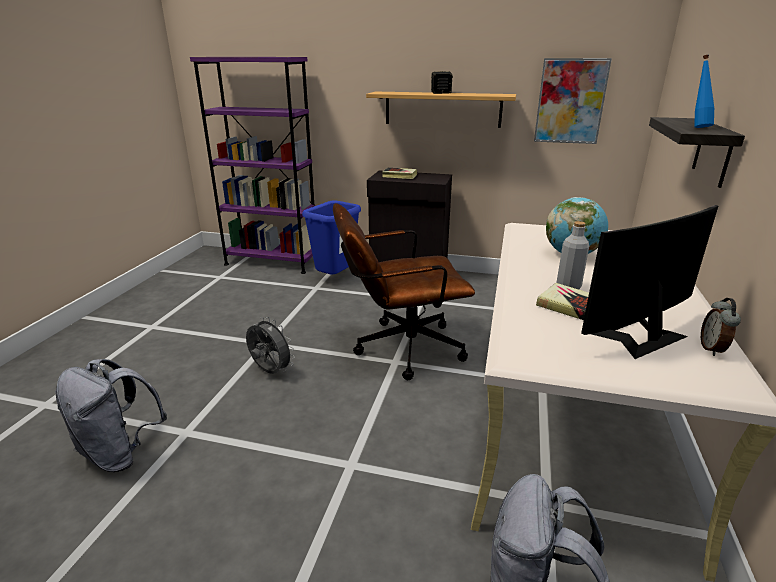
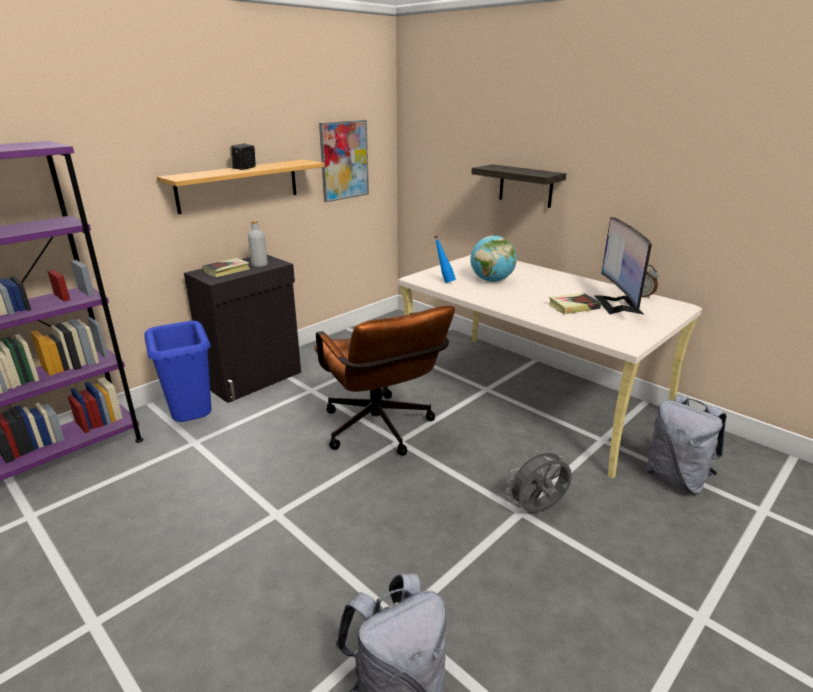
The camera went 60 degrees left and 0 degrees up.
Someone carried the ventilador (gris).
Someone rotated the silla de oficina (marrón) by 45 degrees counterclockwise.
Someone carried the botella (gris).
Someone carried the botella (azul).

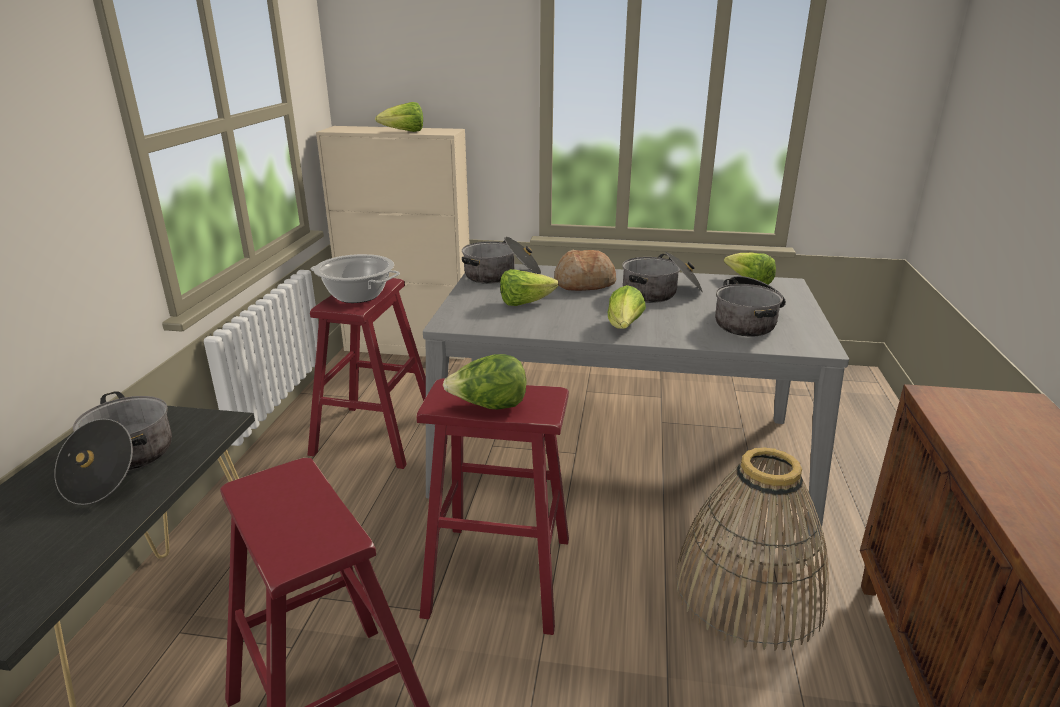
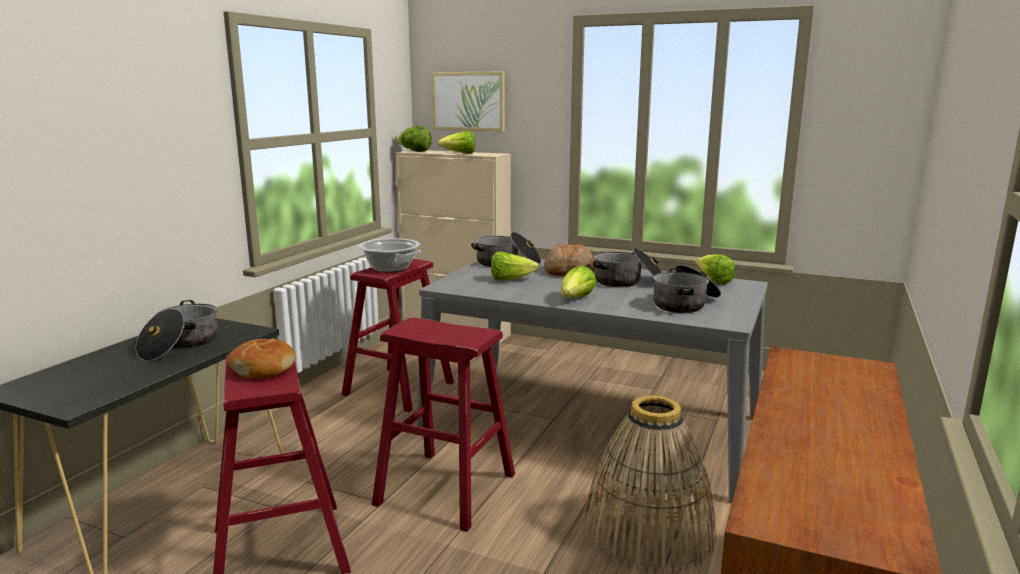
The camera went 15 degrees right and 10 degrees down.
Someone carried the lechuga (no. 2 from left in the first image).
Someone put down the pan (no. 1 from left).
Someone put up the cuadro.

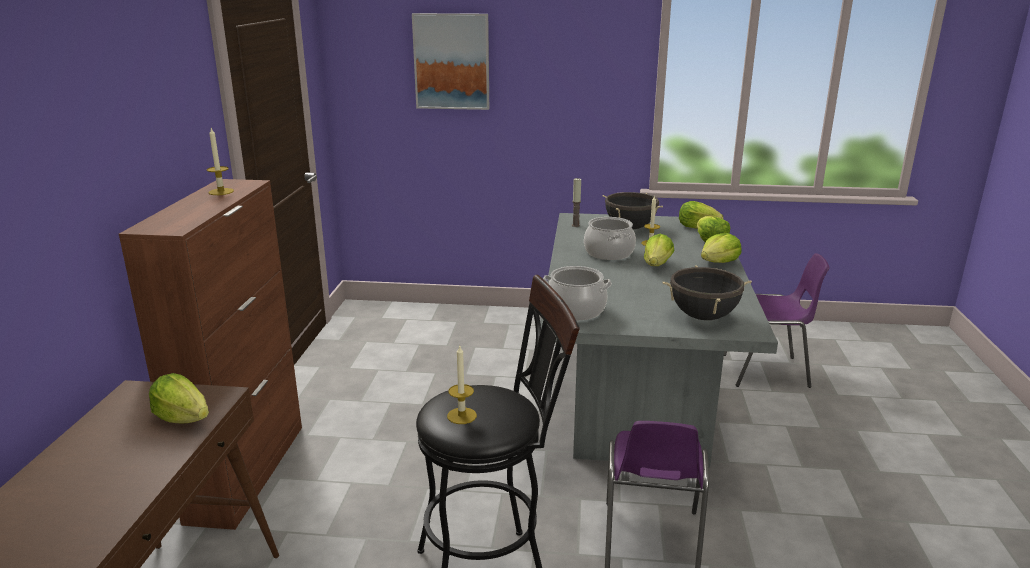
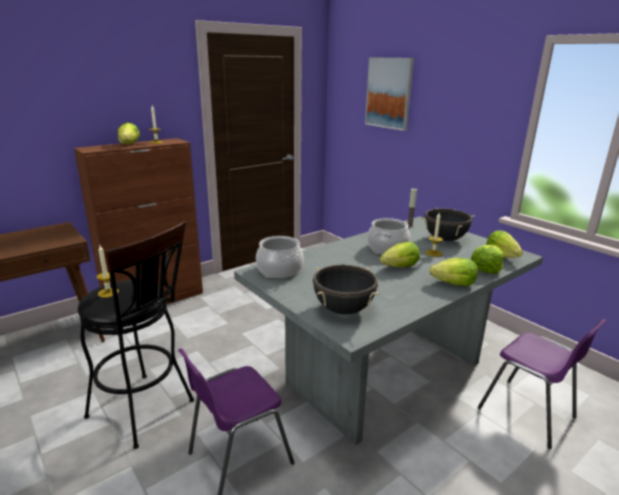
The camera went 45 degrees right and 0 degrees up.
Someone carried the lechuga (no. 1 from left).

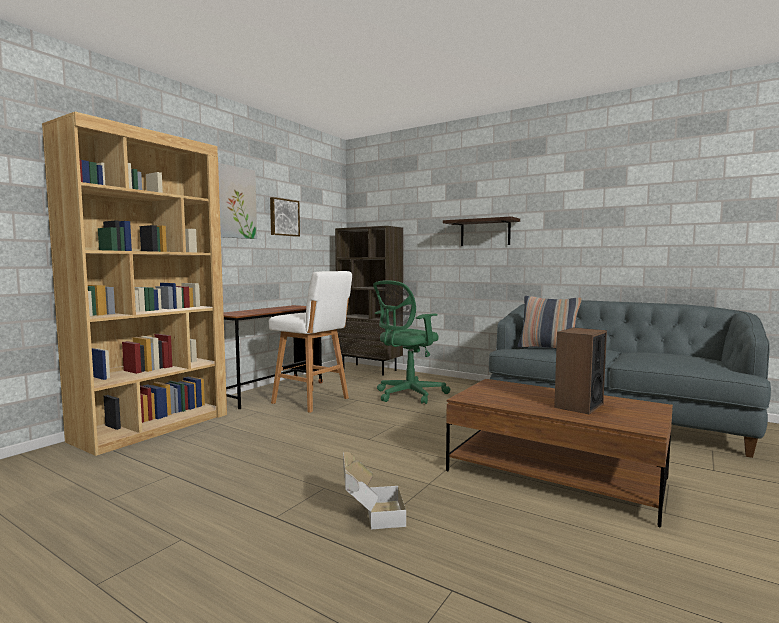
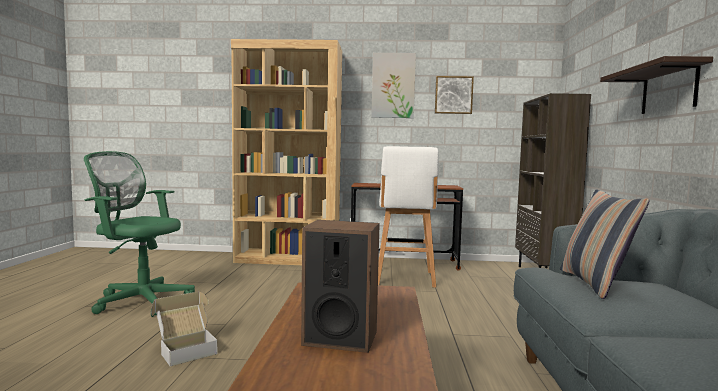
The camera went 60 degrees right and 0 degrees up.
Someone carried the silla de oficina (verde).

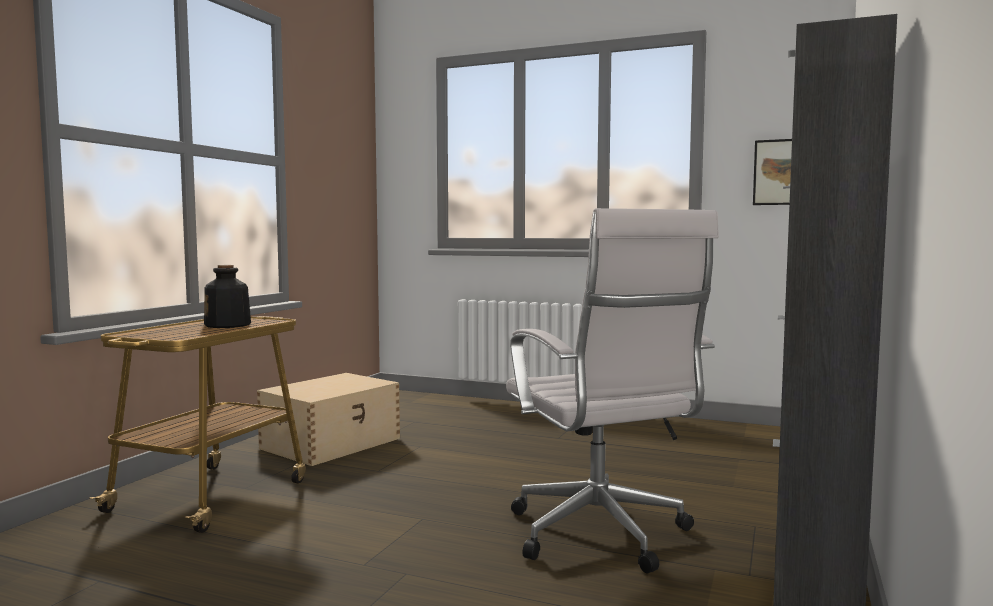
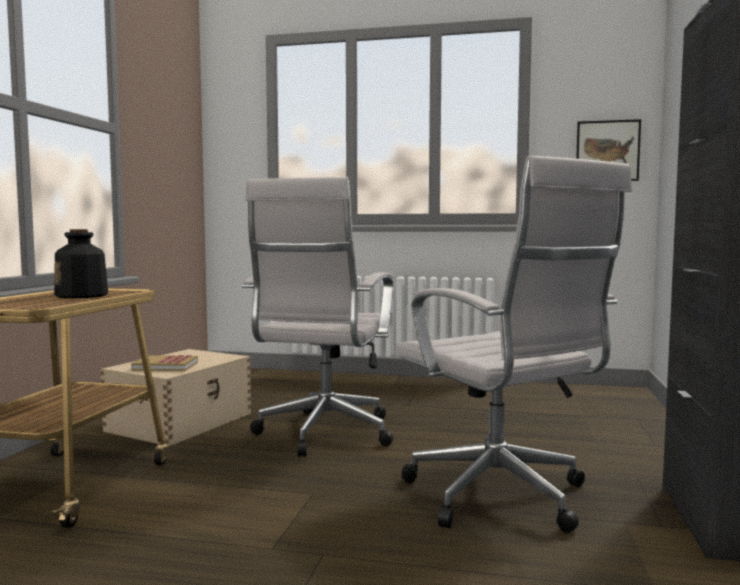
The camera went 10 degrees left and 0 degrees up.
Someone put down the libro.
Someone put down the silla de oficina (blanco) (no. 1 from left).

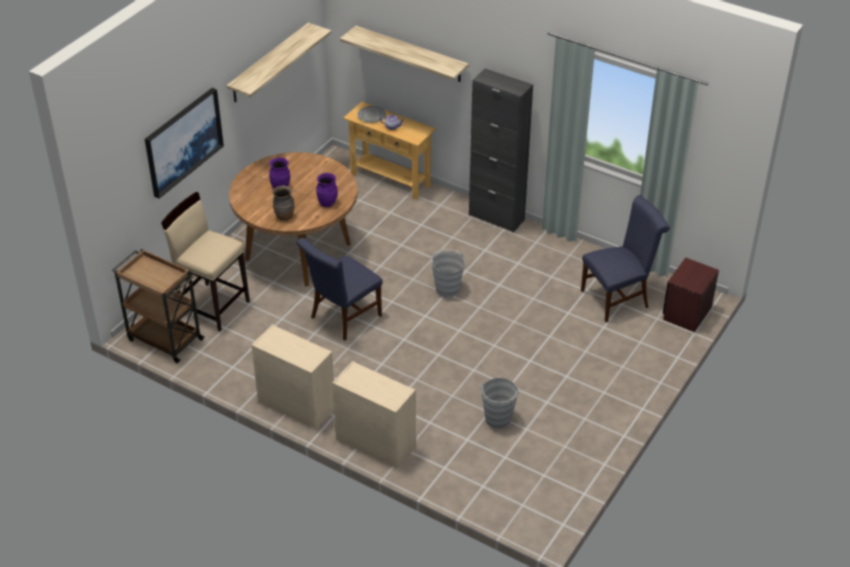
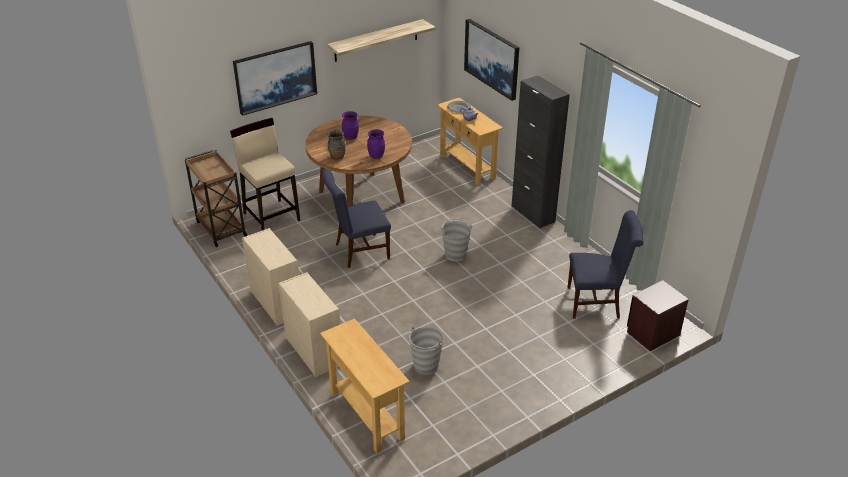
The camera went 25 degrees right and 5 degrees down.
Someone swapped the estante (no. 2 from left) for the cuadro (no. 2 from left).
Someone put down the mesa consola (beis) (no. 1 from left).

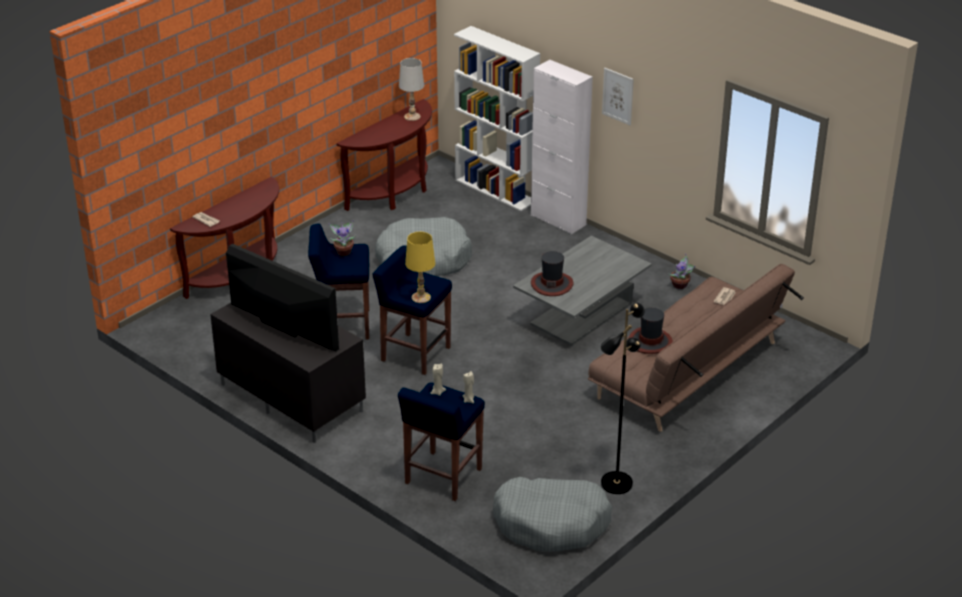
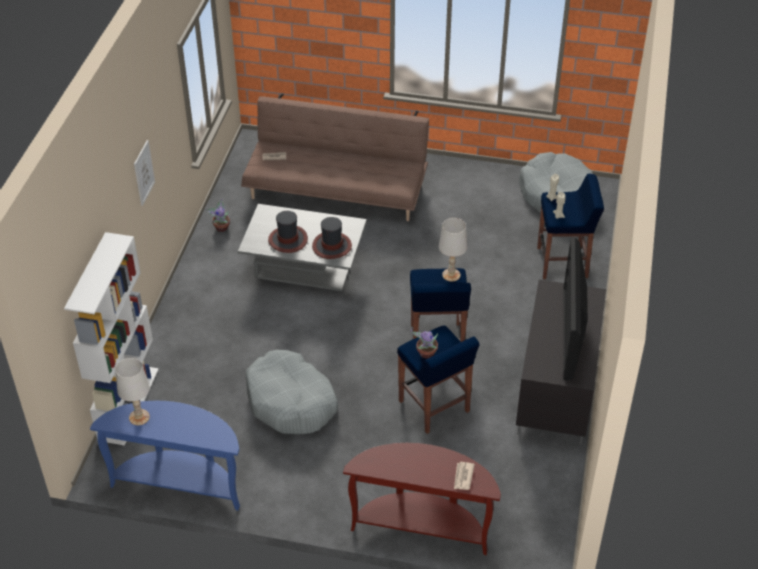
The camera went 120 degrees left and 10 degrees up.
Someone repainted the mesa consola (marrón) (no. 2 from left), which became the mesa consola (azul).
Someone repainted the lámpara de mesa (amarillo), which became the lámpara de mesa (blanco) (no. 2 from left).
Someone took away the armario (blanco).
Someone took away the lámpara de pie (negro).
Someone carried the sombrero (no. 2 from left in the first image).

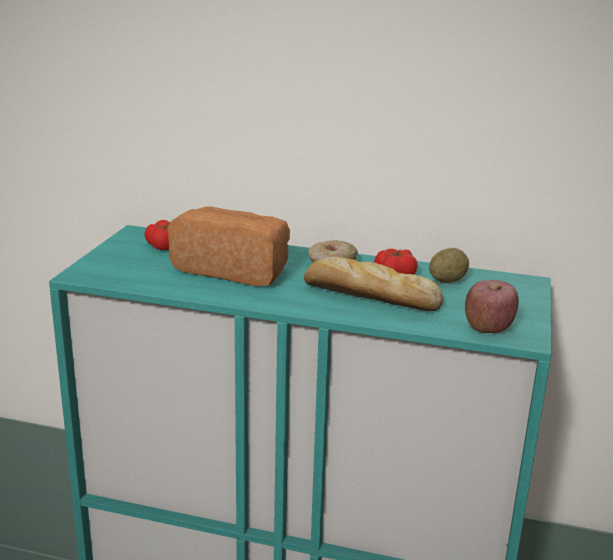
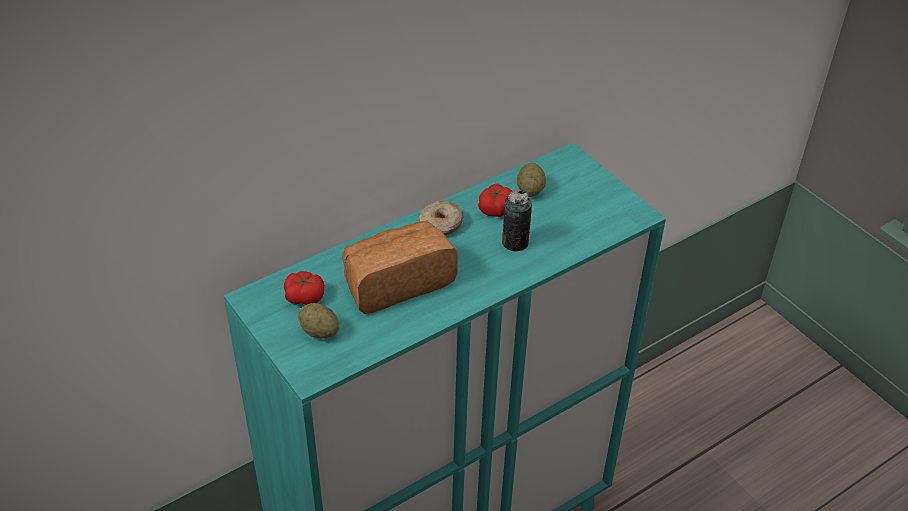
The camera went 50 degrees left and 20 degrees up.
Someone swapped the pan (no. 2 from left) for the lata.
Someone took away the manzana.
Someone put down the patata (no. 1 from left).

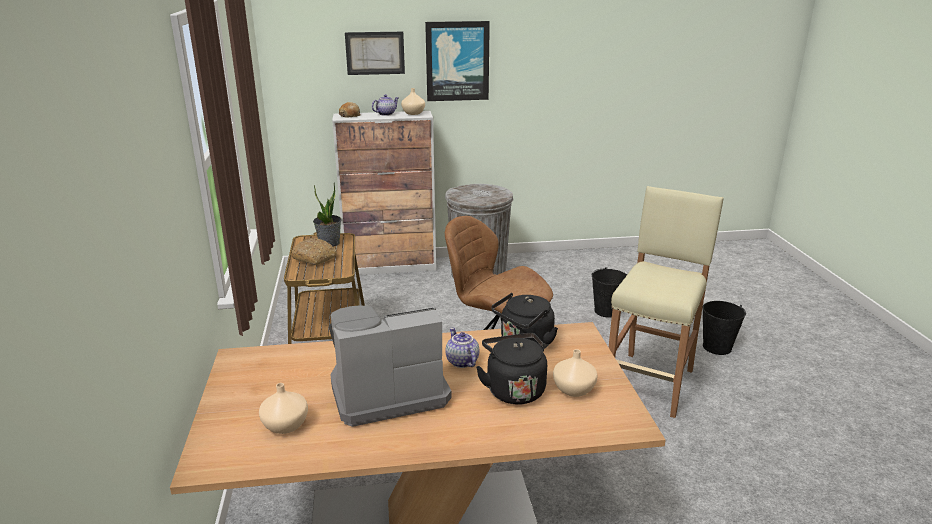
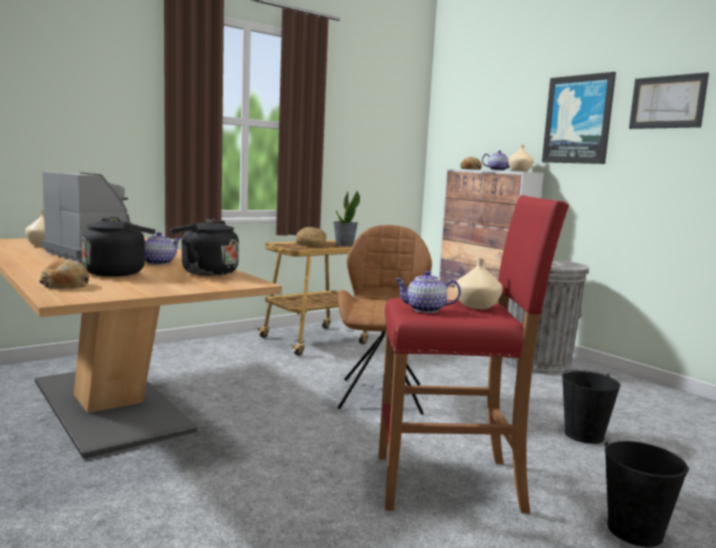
The camera went 60 degrees right and 15 degrees down.
Someone carried the cuadro (no. 1 from left in the first image).
Someone carried the florero (beis) (no. 3 from left in the first image).
Someone repainted the taburete (beis), which became the taburete (rojo).
Someone put down the pan (no. 1 from left).
Someone put down the tetera (no. 2 from left).

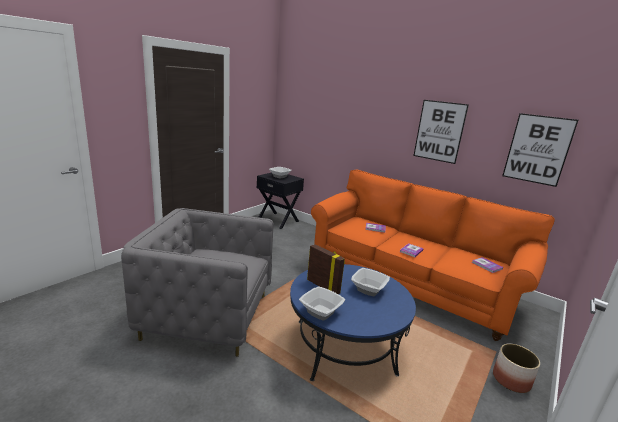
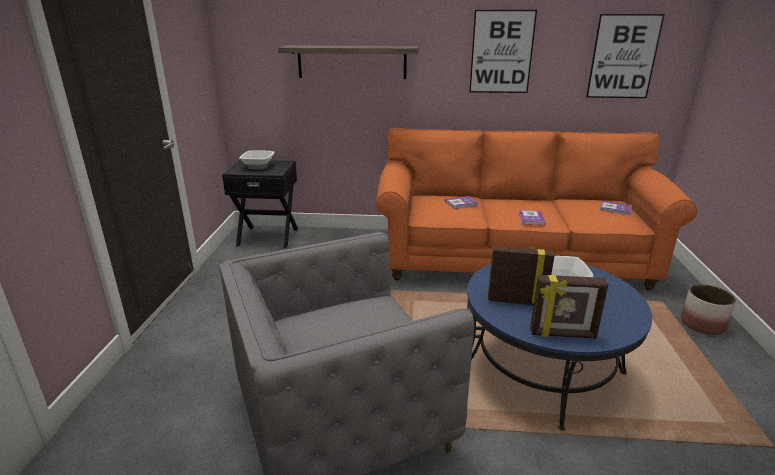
The camera went 30 degrees left and 5 degrees up.
Someone swapped the cuenco (no. 2 from left) for the portarretratos (no. 2 from left).
Someone put up the estante.

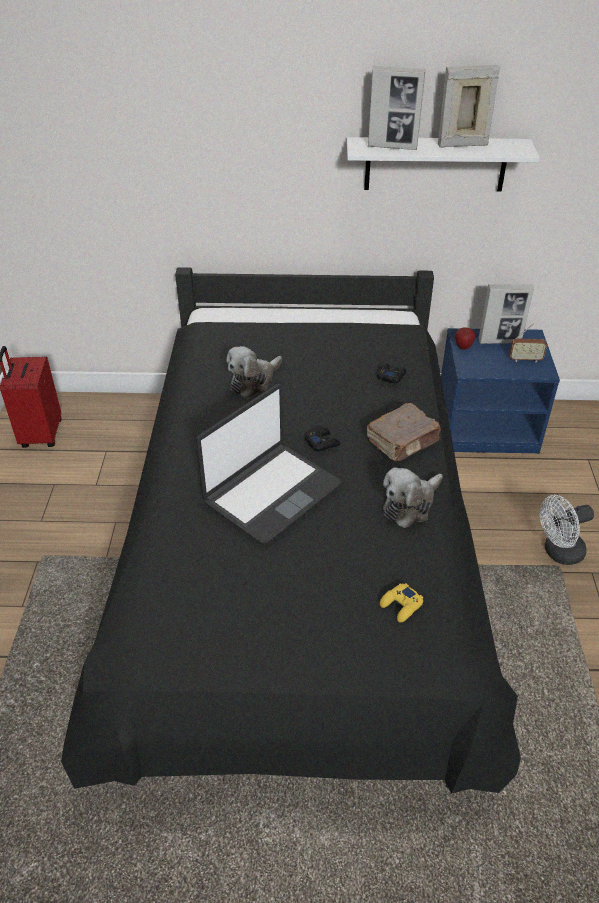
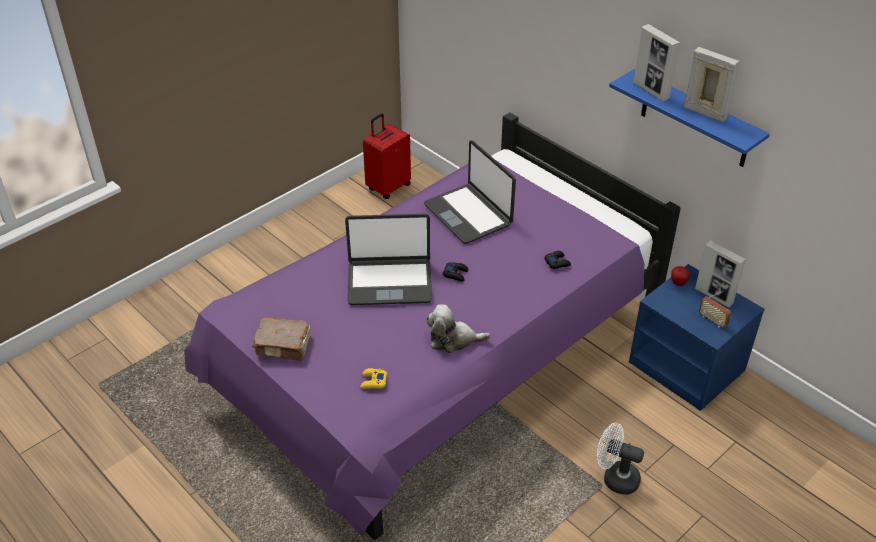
The camera went 45 degrees right and 0 degrees up.
Someone repainted the cama (negro), which became the cama (morado).
Someone swapped the peluche (no. 1 from left) for the portátil (no. 2 from left).
Someone repainted the estante (blanco), which became the estante (azul).
Someone carried the libro (marrón).

